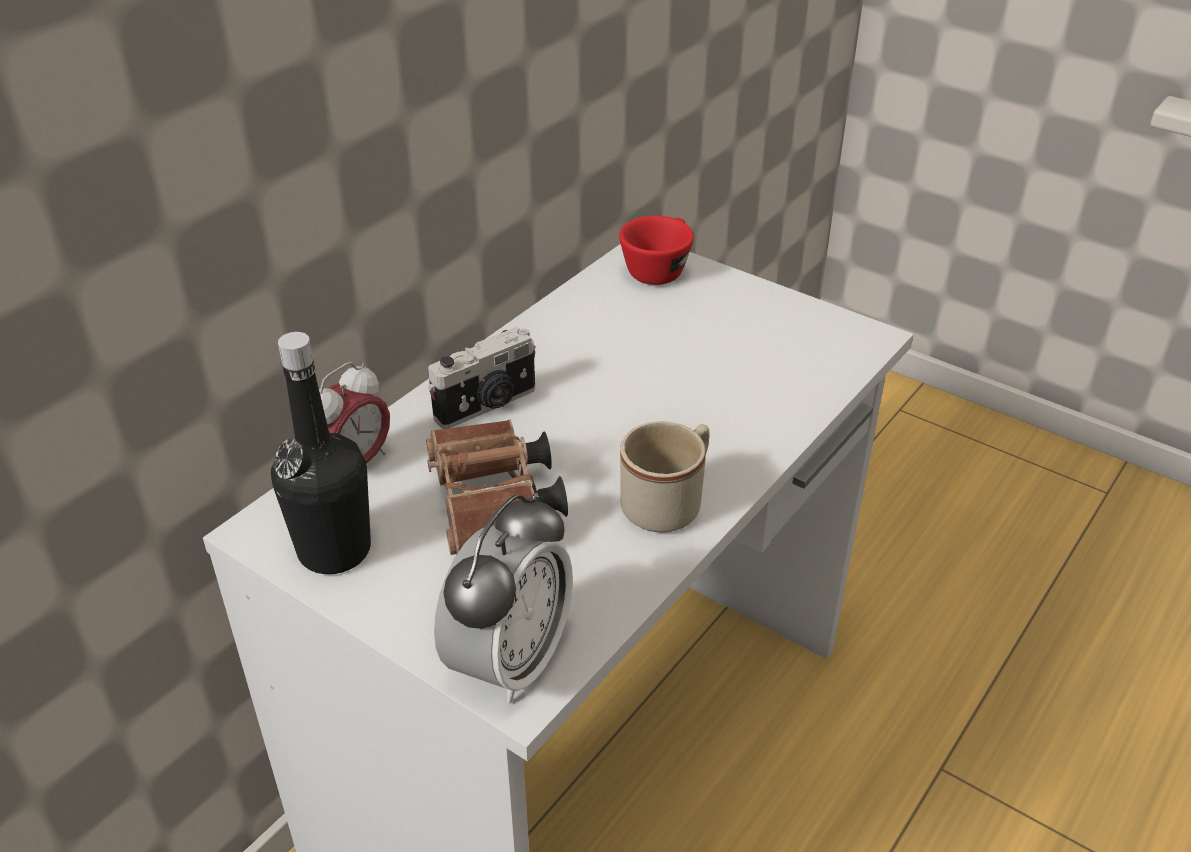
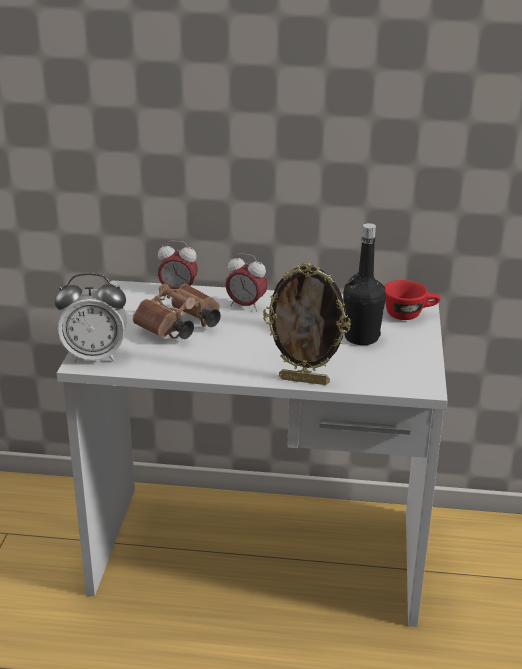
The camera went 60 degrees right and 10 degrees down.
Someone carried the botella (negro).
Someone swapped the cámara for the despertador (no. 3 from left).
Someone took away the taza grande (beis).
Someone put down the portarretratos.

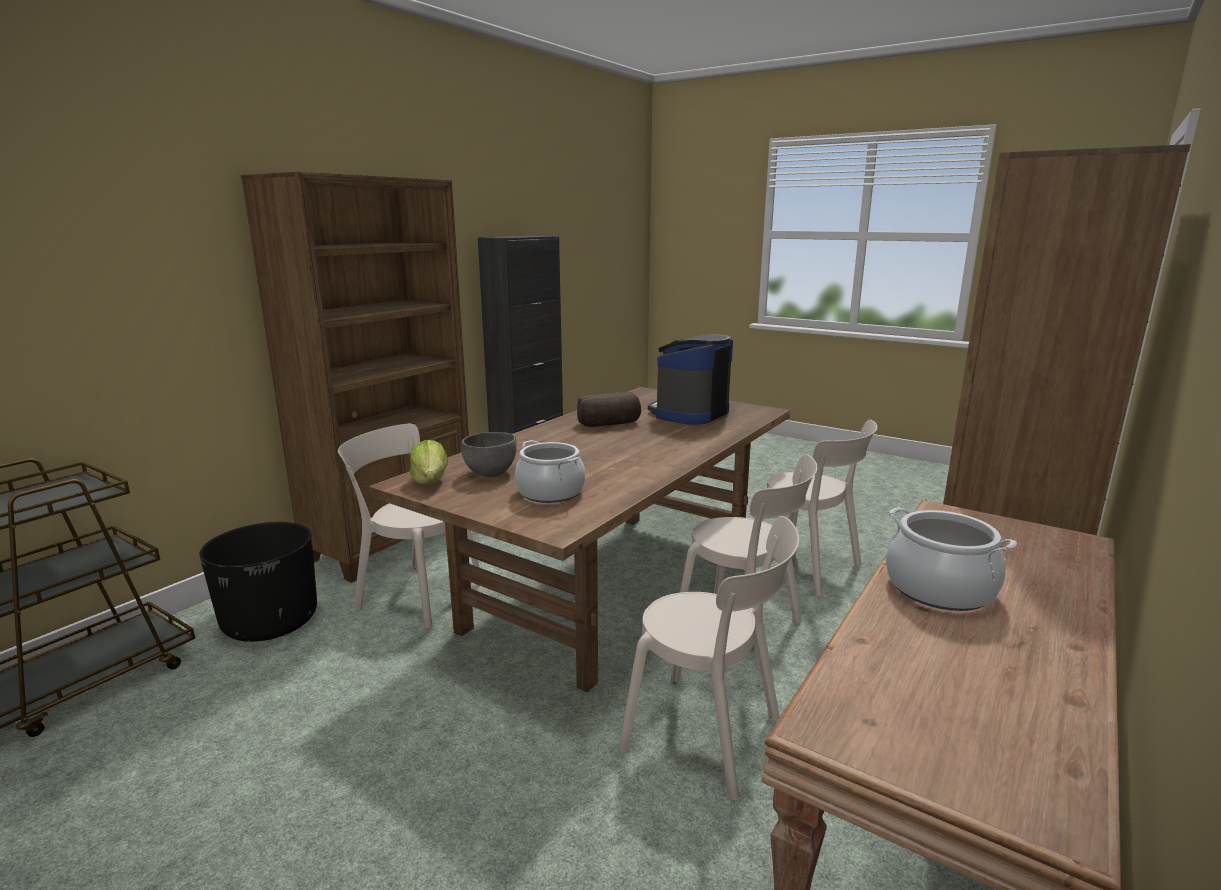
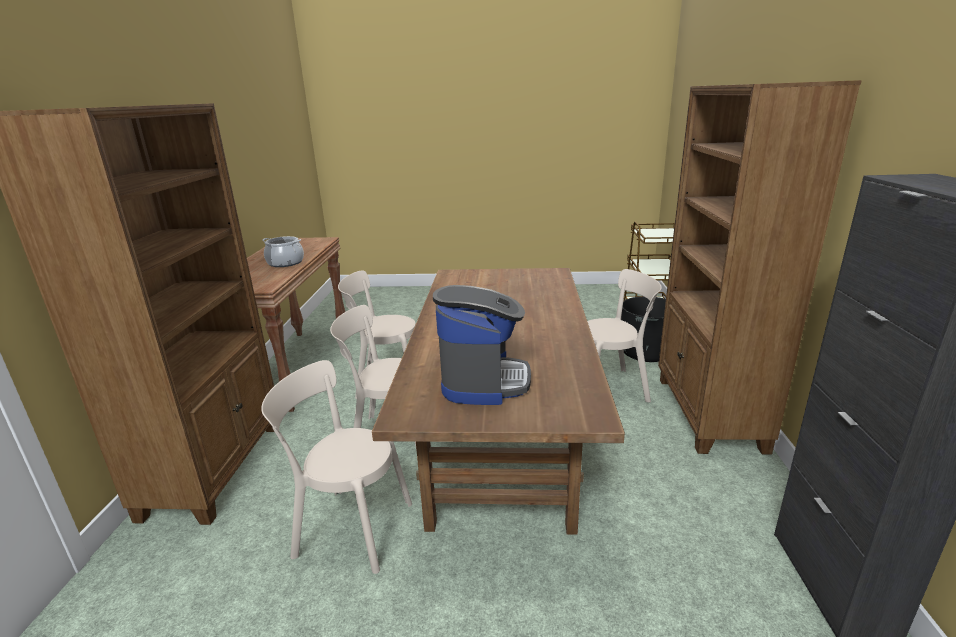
The camera went 150 degrees right and 5 degrees up.
Someone took away the lechuga.
Someone took away the cuenco (gris).
Someone took away the olla (no. 1 from left).
Someone took away the pan.

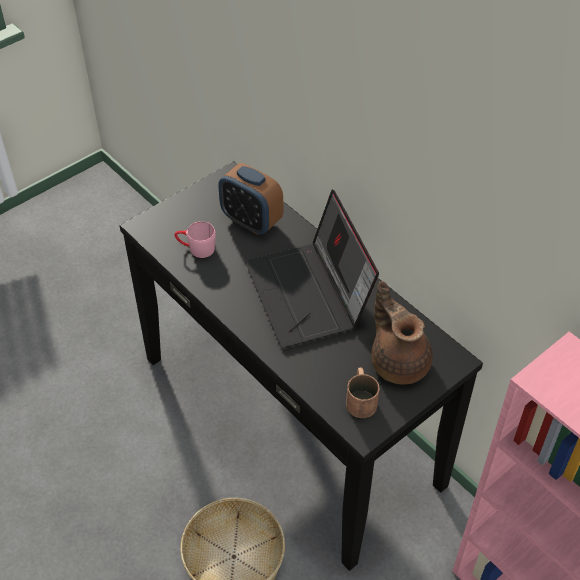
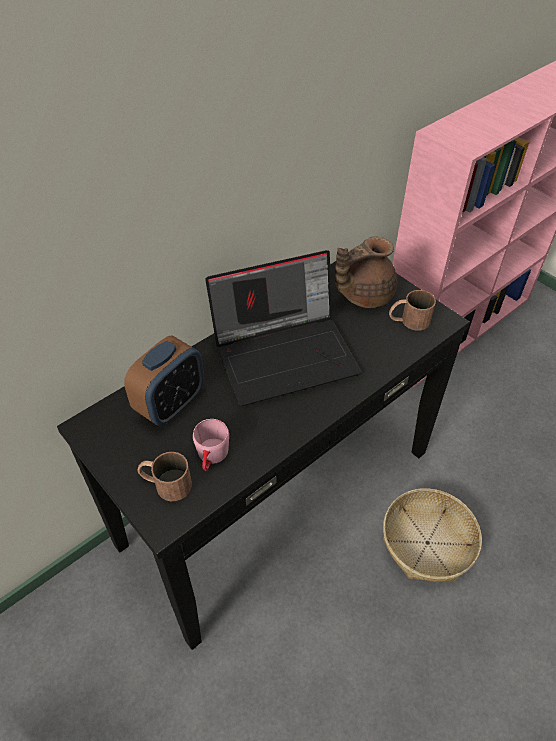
The camera went 90 degrees left and 0 degrees up.
Someone put down the taza grande (marrón) (no. 1 from left).

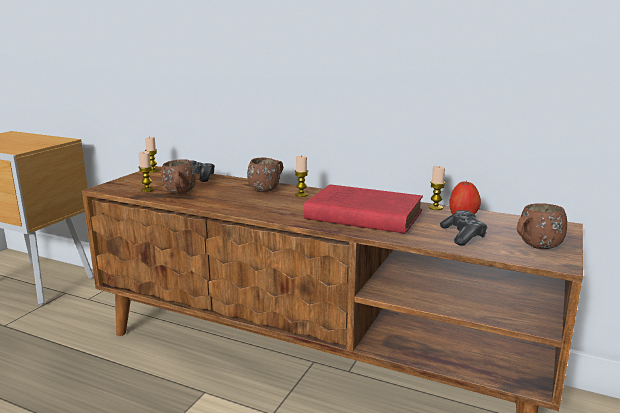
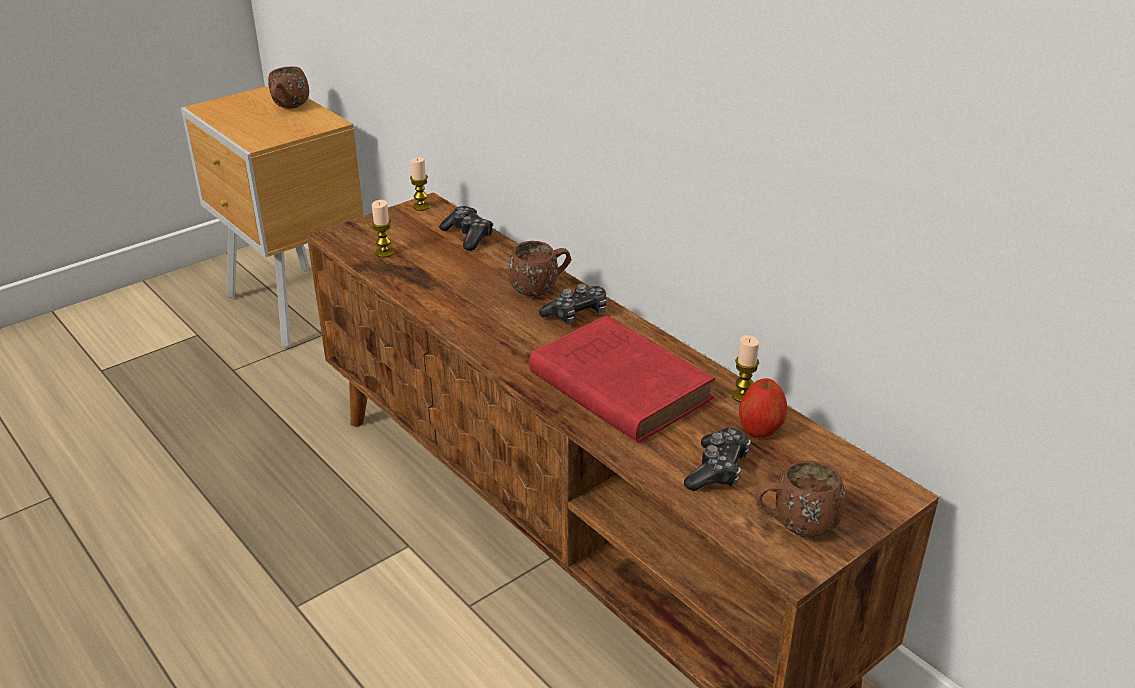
The camera went 25 degrees right and 15 degrees up.
Someone carried the taza grande (marrón) (no. 1 from left).
Someone swapped the vela (no. 3 from left) for the mando de consola (no. 2 from left).

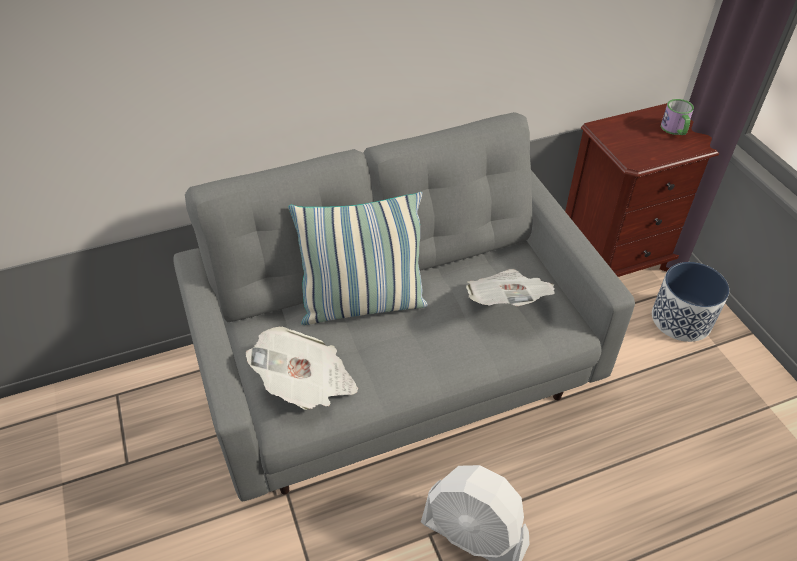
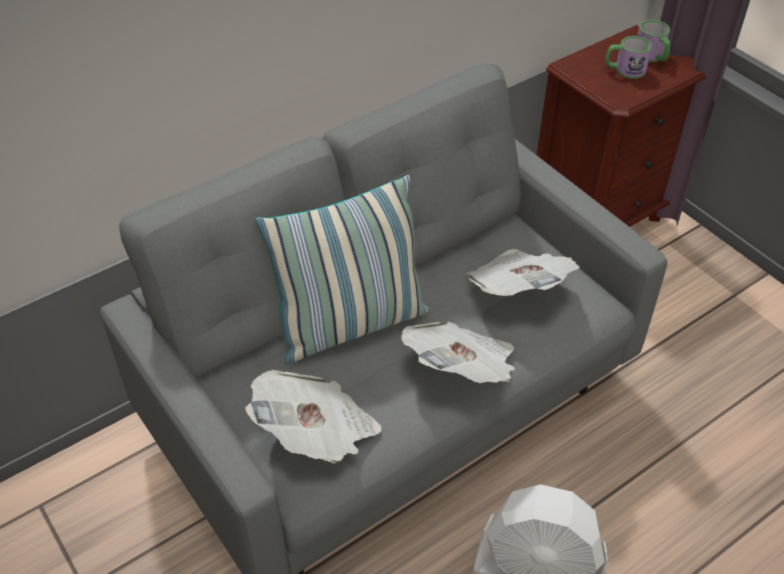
The camera went 15 degrees left and 0 degrees up.
Someone took away the maceta.
Someone put down the periódico (no. 2 from left).
Someone put down the taza grande (no. 1 from left).

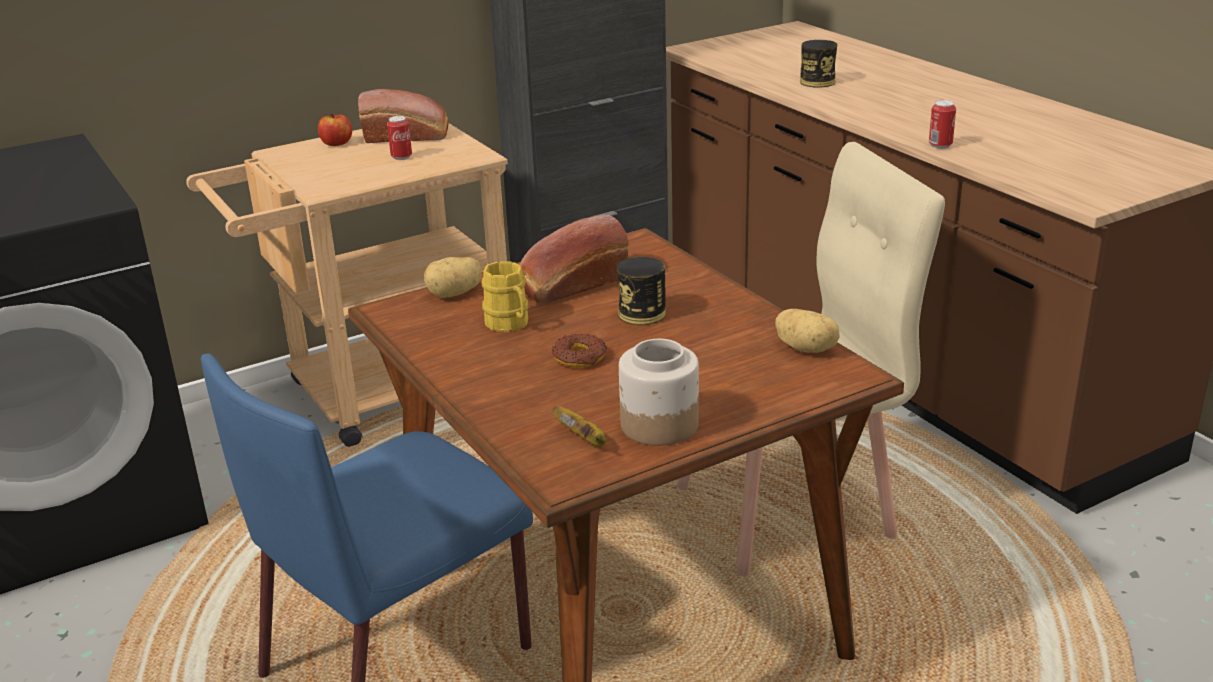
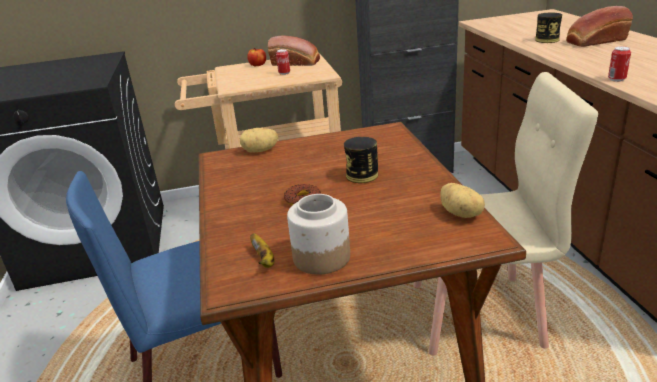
The camera went 20 degrees right and 0 degrees up.
Someone took away the taza grande (amarillo).
Someone carried the pan (no. 2 from left).

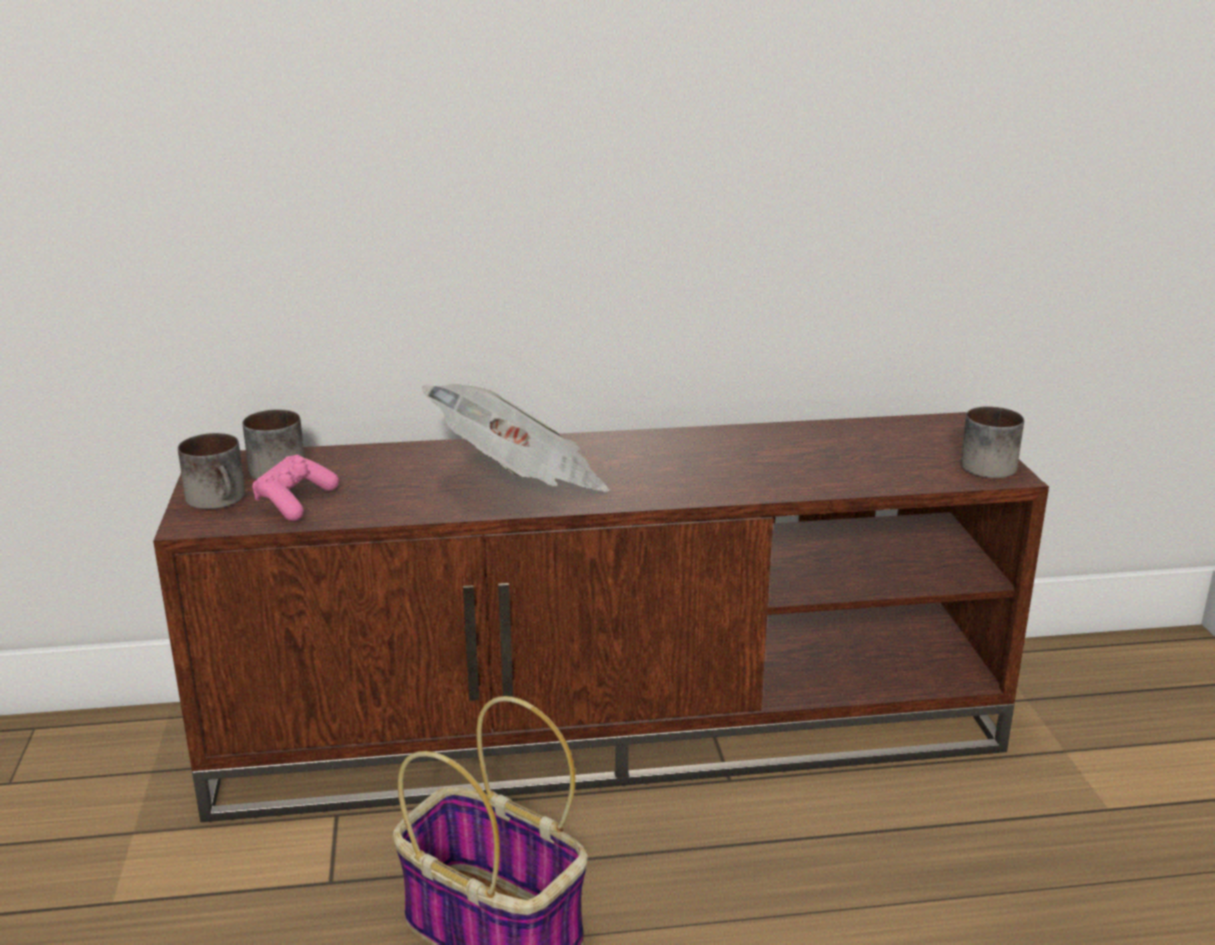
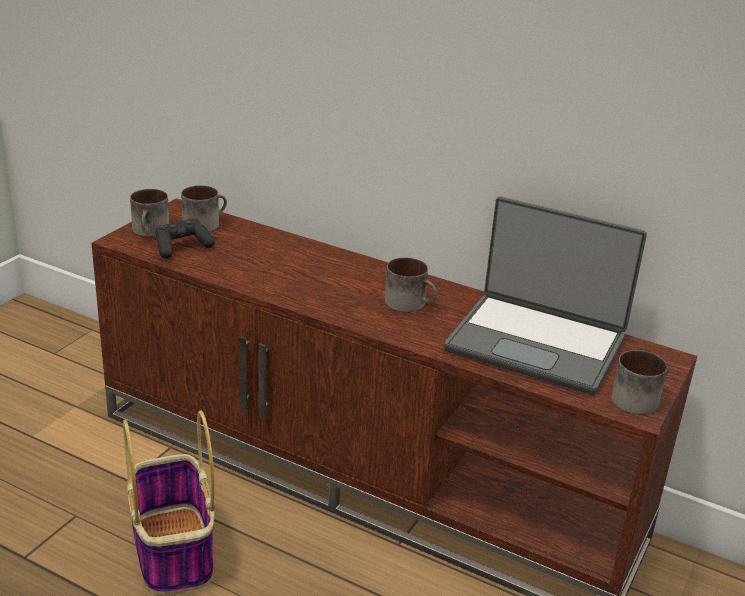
The camera went 35 degrees right and 5 degrees up.
Someone repainted the mando de consola (rosa), which became the mando de consola (negro).
Someone took away the periódico.
Someone put down the taza grande (no. 3 from left).
Someone put down the portátil.

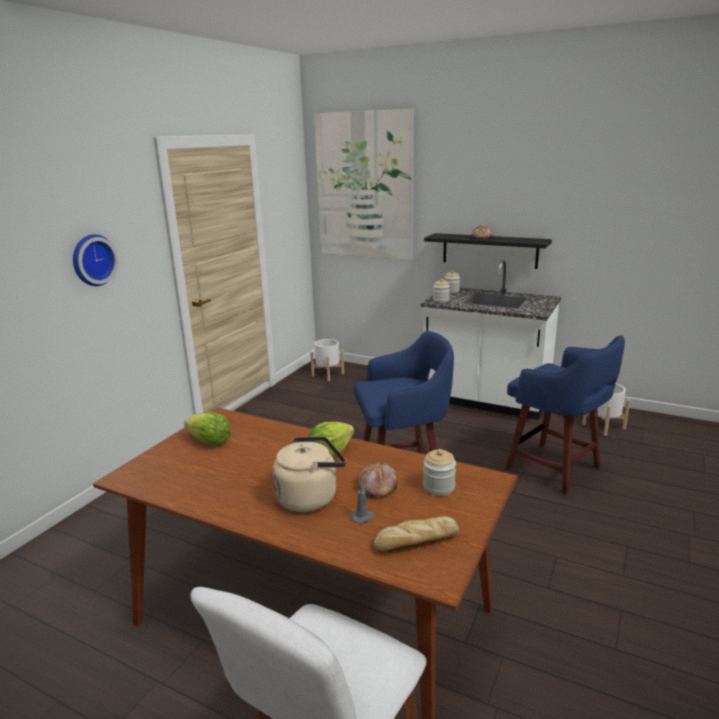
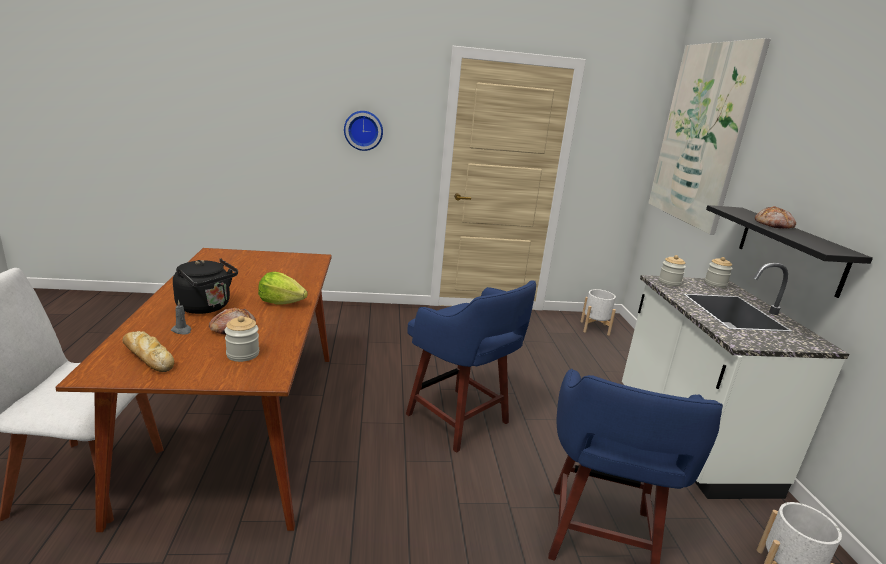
The camera went 55 degrees right and 0 degrees up.
Someone took away the lechuga (no. 1 from left).
Someone repainted the hervidor (beis), which became the hervidor (negro).

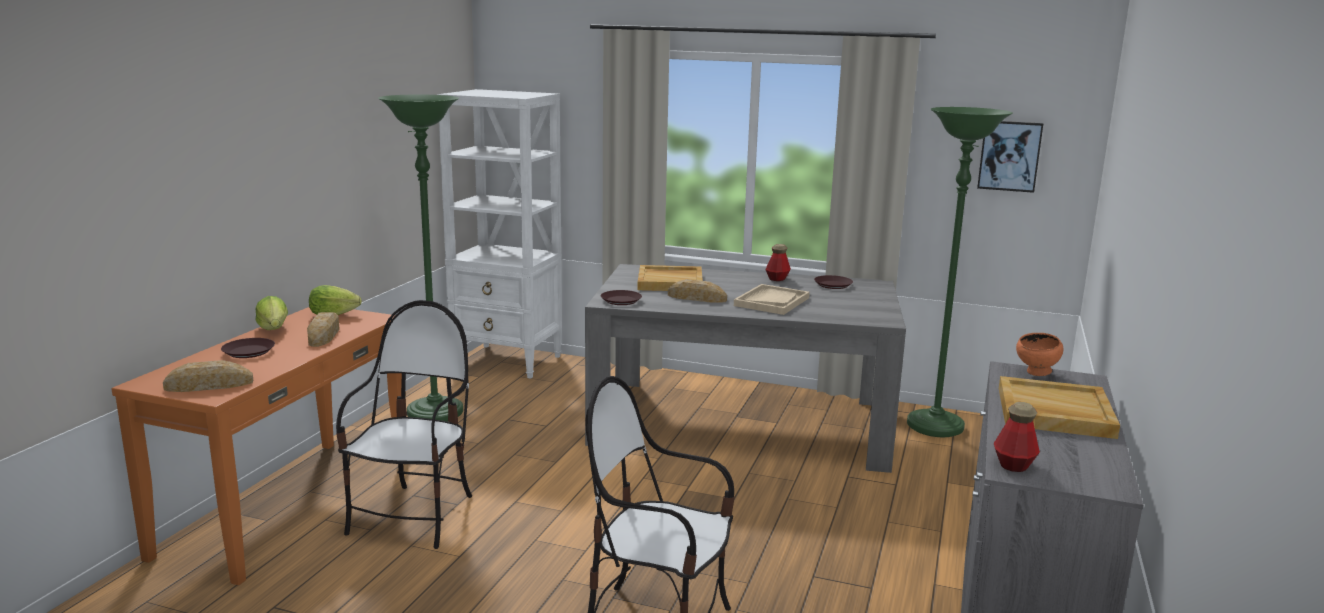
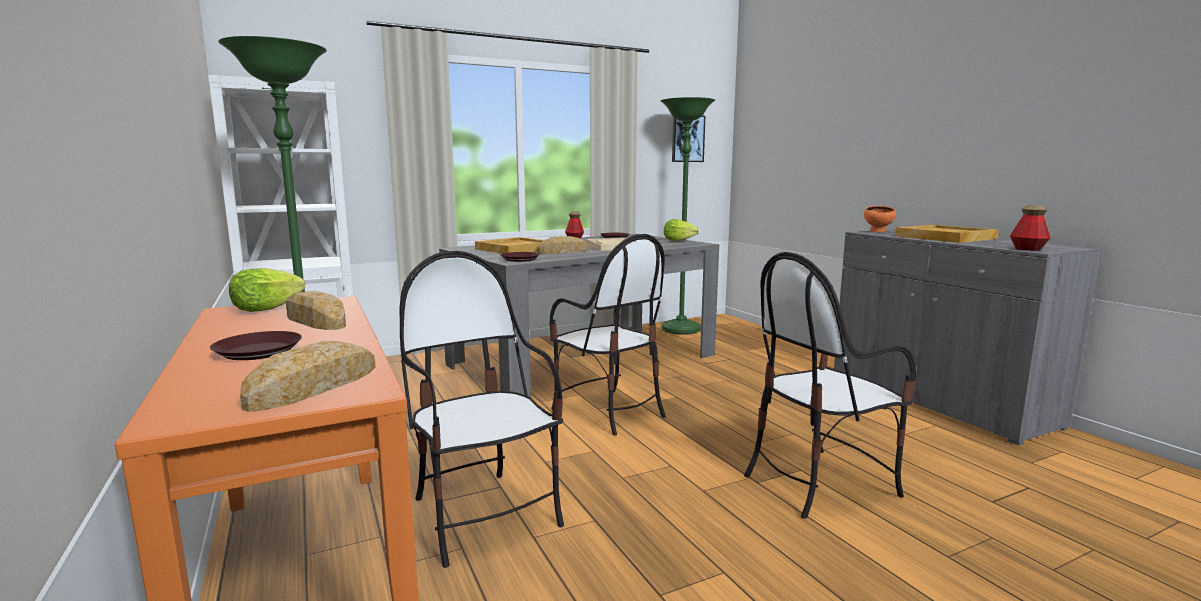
The camera went 45 degrees left and 5 degrees down.
Someone carried the lechuga (no. 1 from left in the first image).
Someone put down the silla (no. 2 from left).

